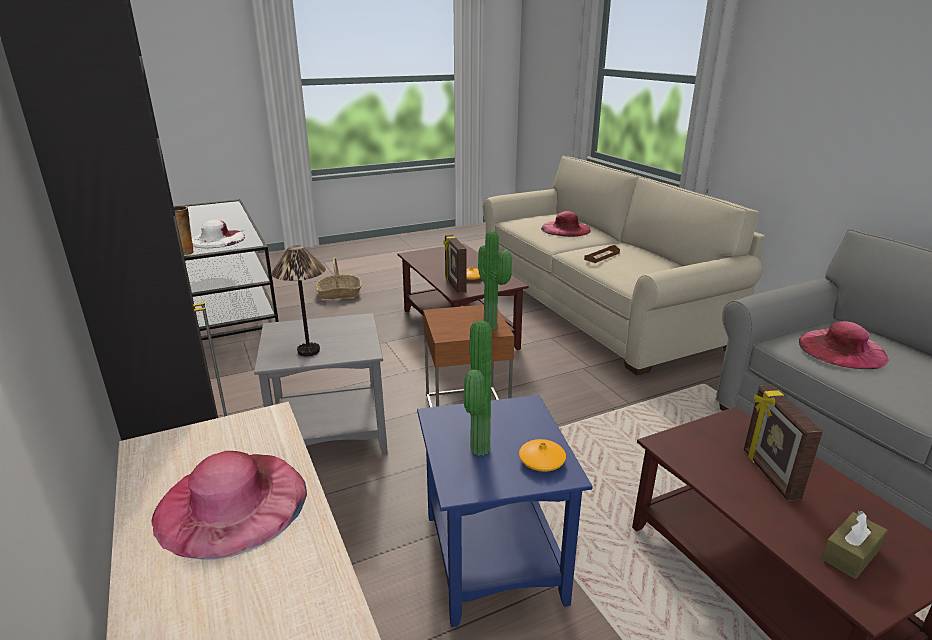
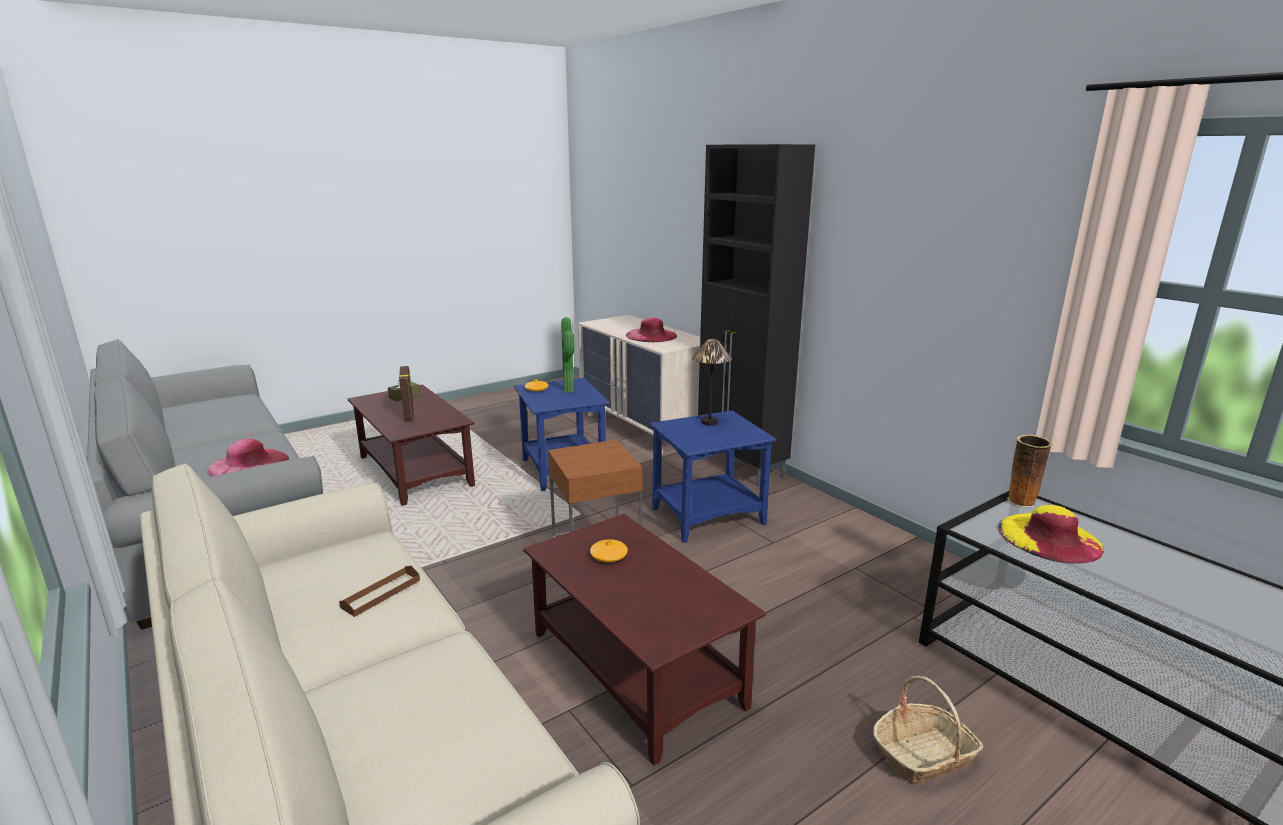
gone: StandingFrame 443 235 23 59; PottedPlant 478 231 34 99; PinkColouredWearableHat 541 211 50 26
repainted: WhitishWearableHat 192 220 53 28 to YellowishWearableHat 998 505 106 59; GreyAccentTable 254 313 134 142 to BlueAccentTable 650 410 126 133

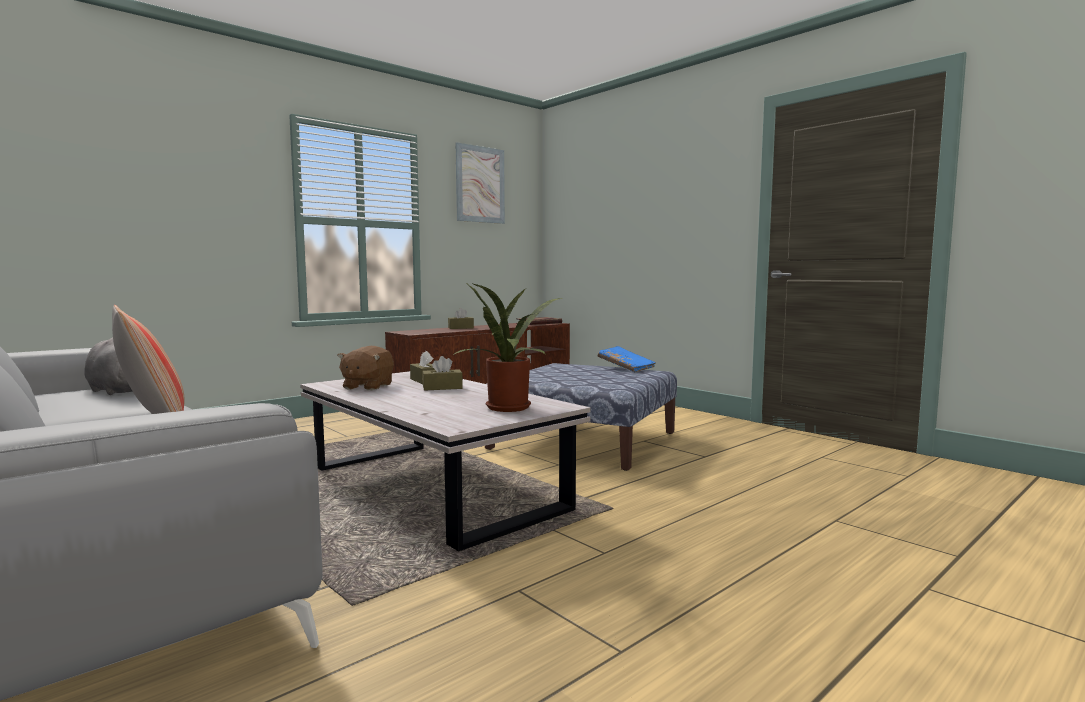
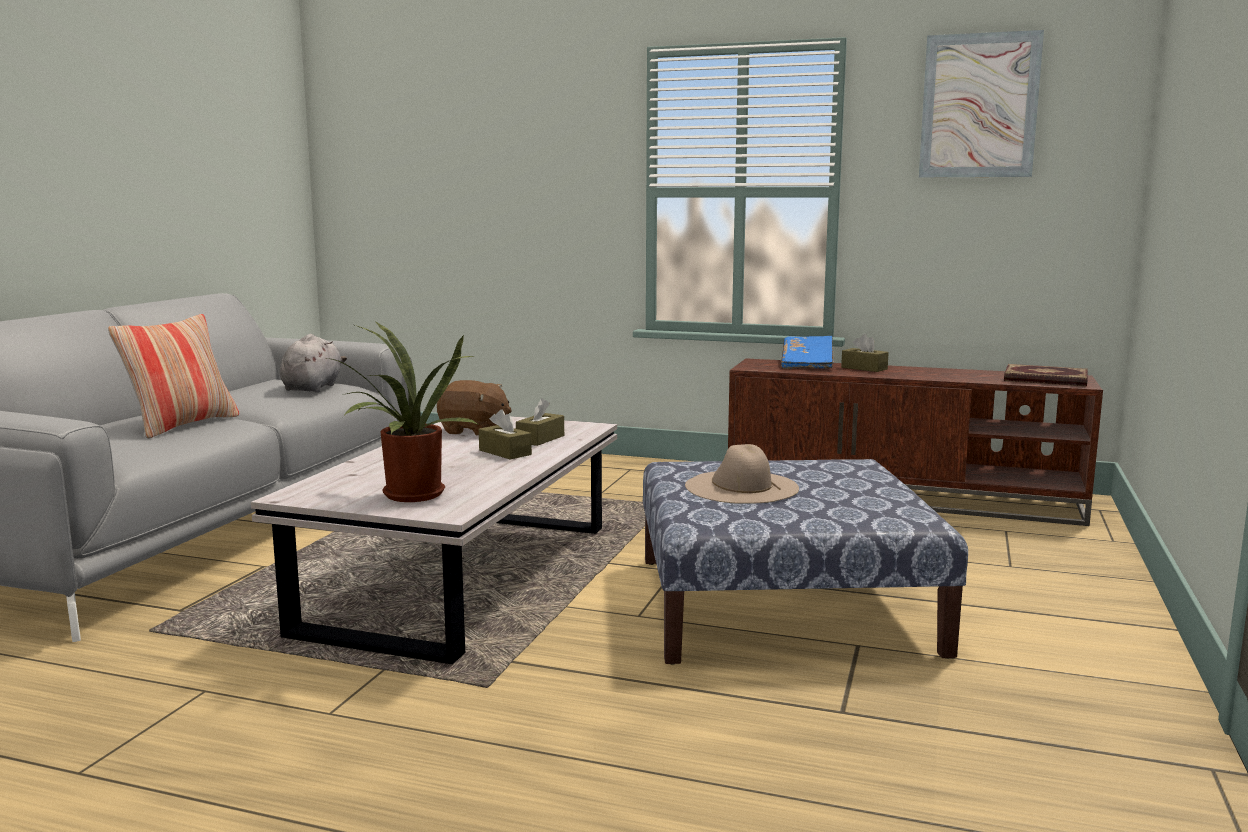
new: SandColouredWearableHat 685 444 114 60
shifted: BlueBoundBook 597 346 59 27 to 781 336 53 33
rotated: BrownColouredPlushToy 337 346 57 44 = 437 380 75 56 150 degrees counterclockwise

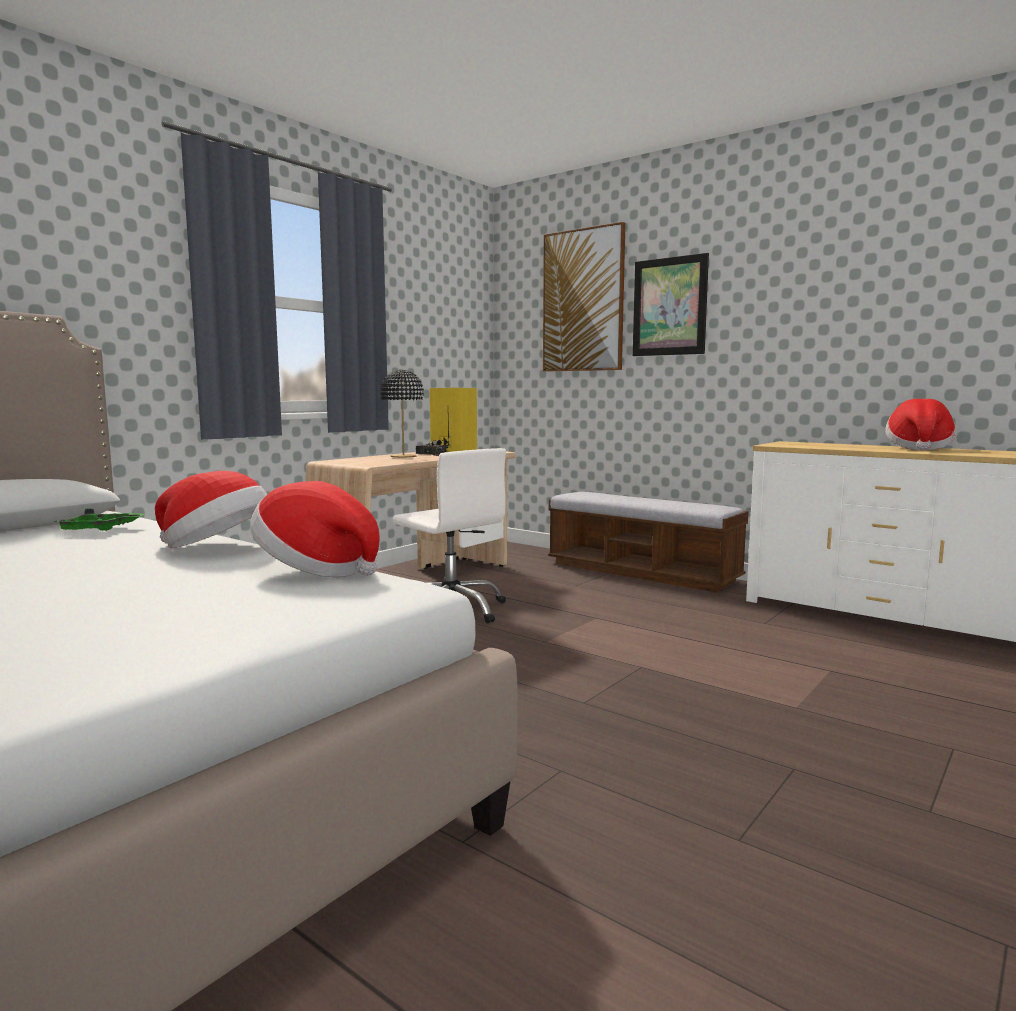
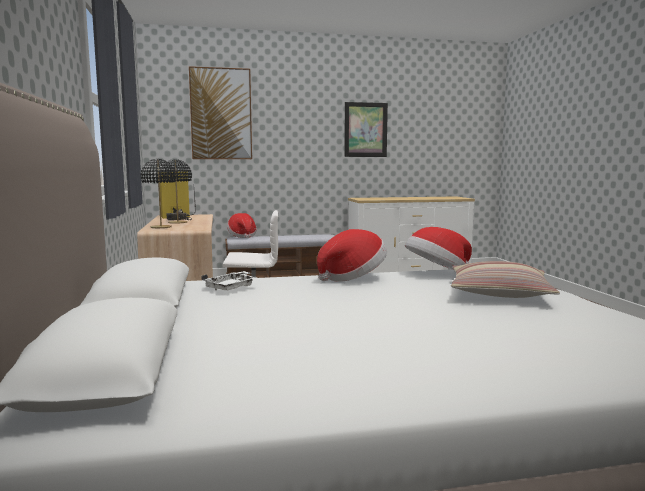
new: BlackColouredLampForATable 140 159 36 69; Pillow 451 261 109 37
shifted: Picture 633 253 76 103 to 344 102 44 55; WearableHat 885 399 71 51 to 227 213 30 25
repainted: GreenishTray 54 508 91 23 to WhitishTray 201 271 56 20

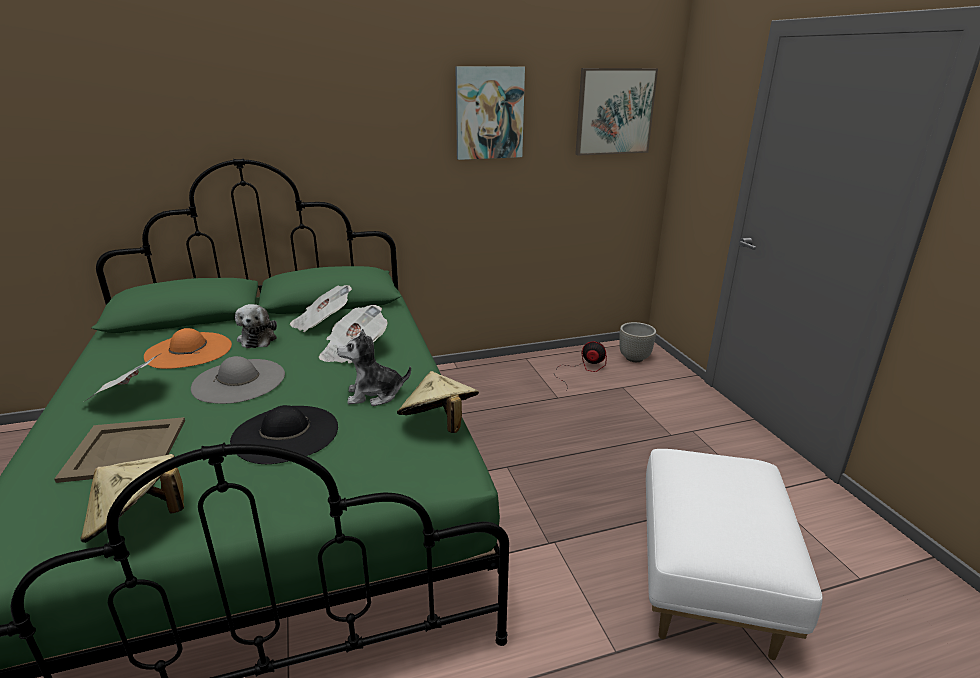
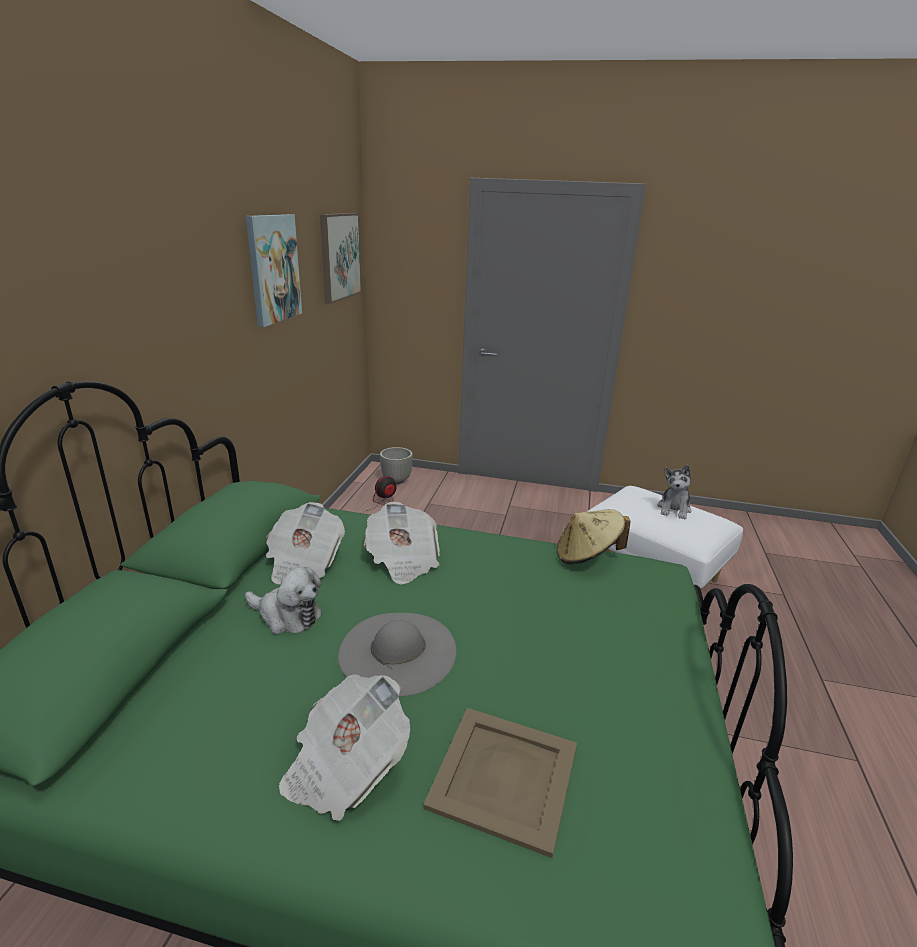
gone: SandColouredWearableHat 80 454 104 89; OrangeColouredWearableHat 144 328 88 41; BlackColouredWearableHat 230 405 108 59
shifted: PlushToy 337 329 74 77 to 657 465 35 54

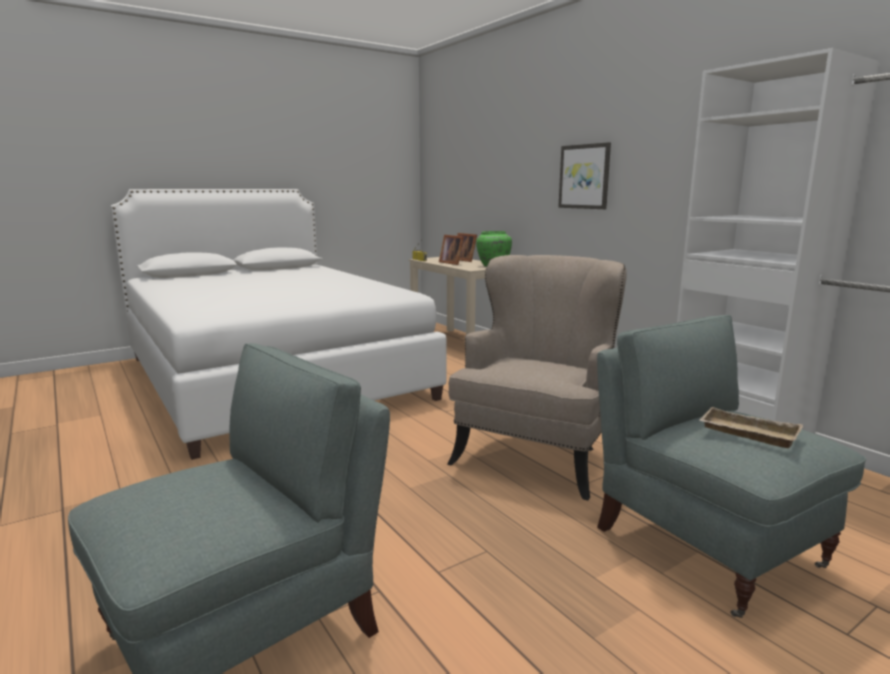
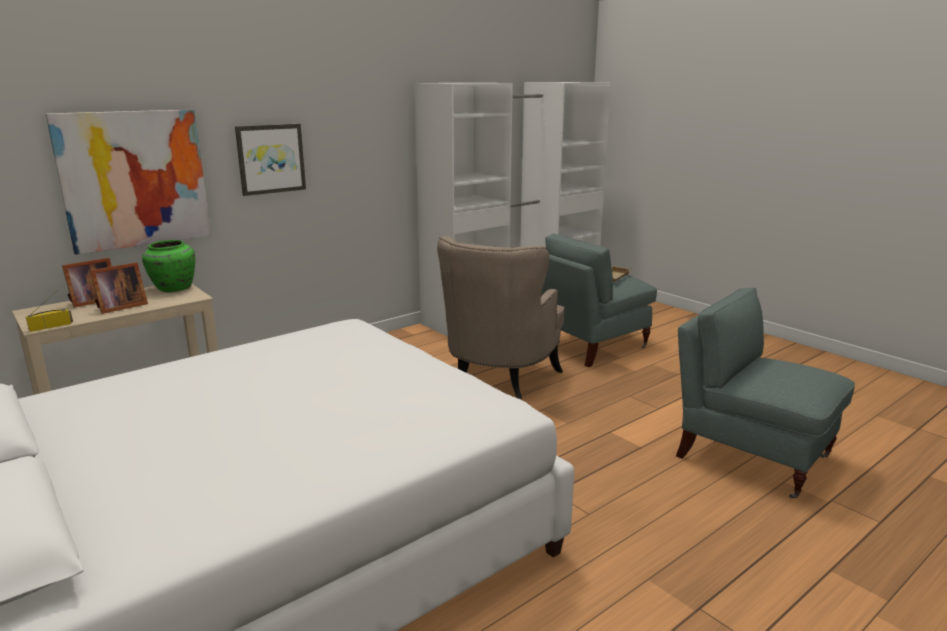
new: Picture 46 109 165 146
rotated: SandColouredArmchair 447 255 180 245 = 437 236 128 163 90 degrees counterclockwise

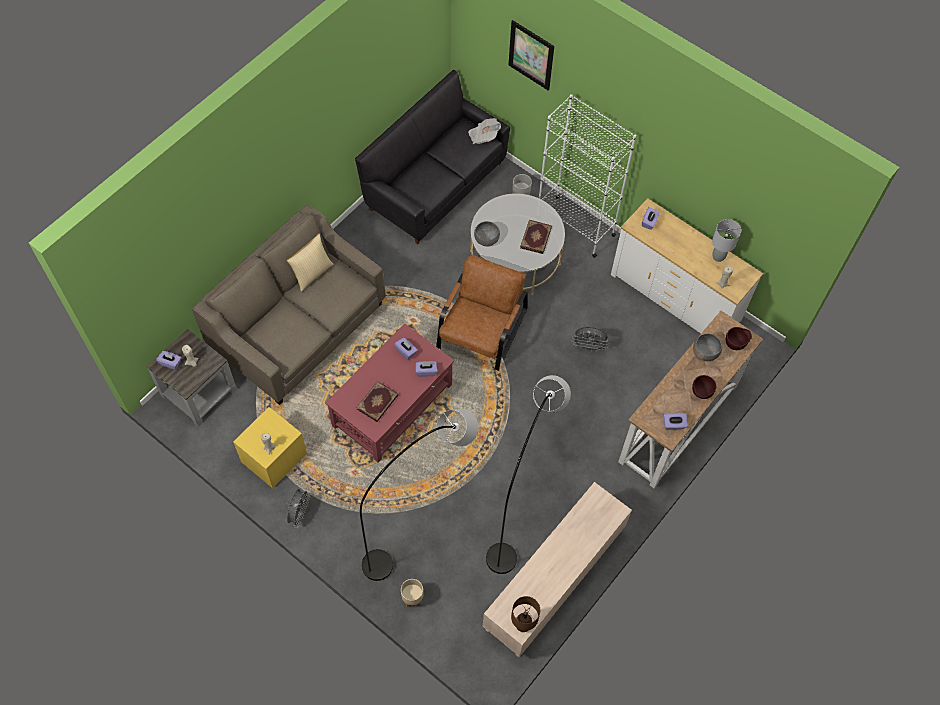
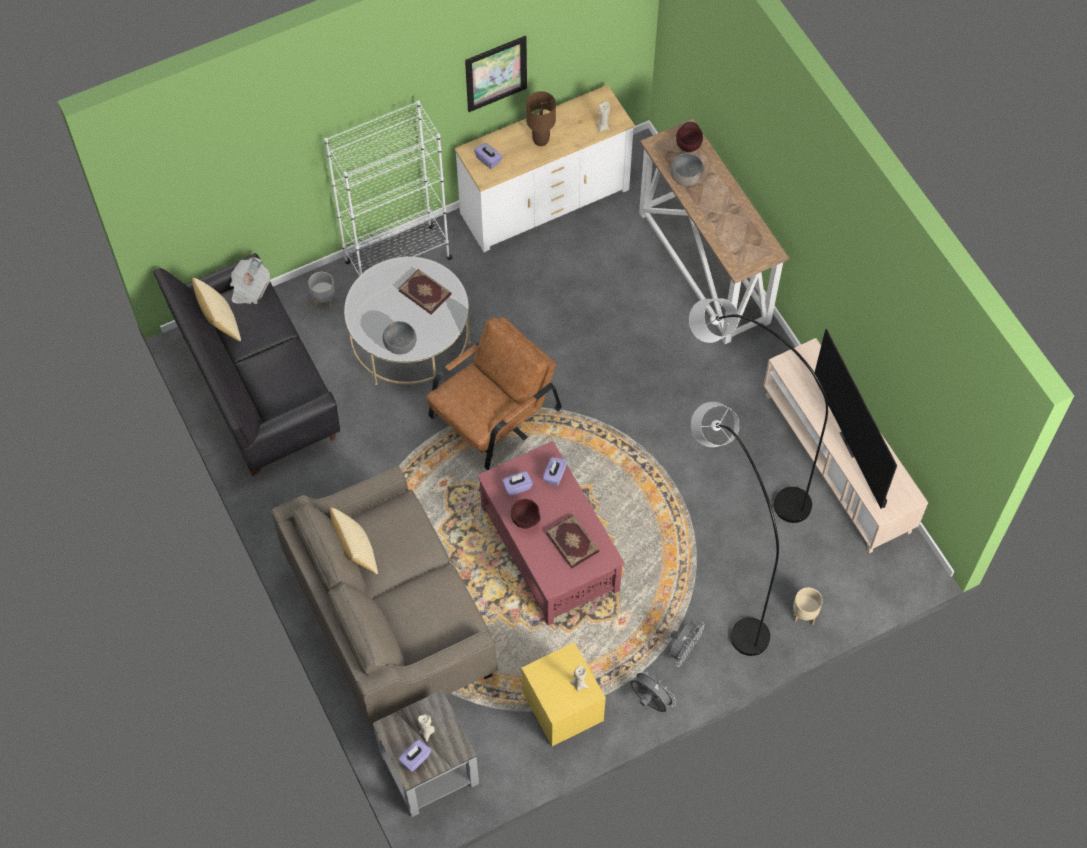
gone: PurplishTissueBox 664 413 23 17; GreyLampForATable 712 219 29 43
new: Pillow 192 278 49 63; Television 814 329 83 180
shifted: Picture 508 20 46 71 to 465 36 62 76; BrownColouredLampForATable 511 596 29 36 to 526 91 30 55; GreyCoolingFan 572 327 37 24 to 669 619 36 48; BrownColouredServingBowl 692 375 24 24 to 511 499 29 30
rotated: BrownColouredArmchair 436 255 92 116 = 427 317 134 153 90 degrees clockwise

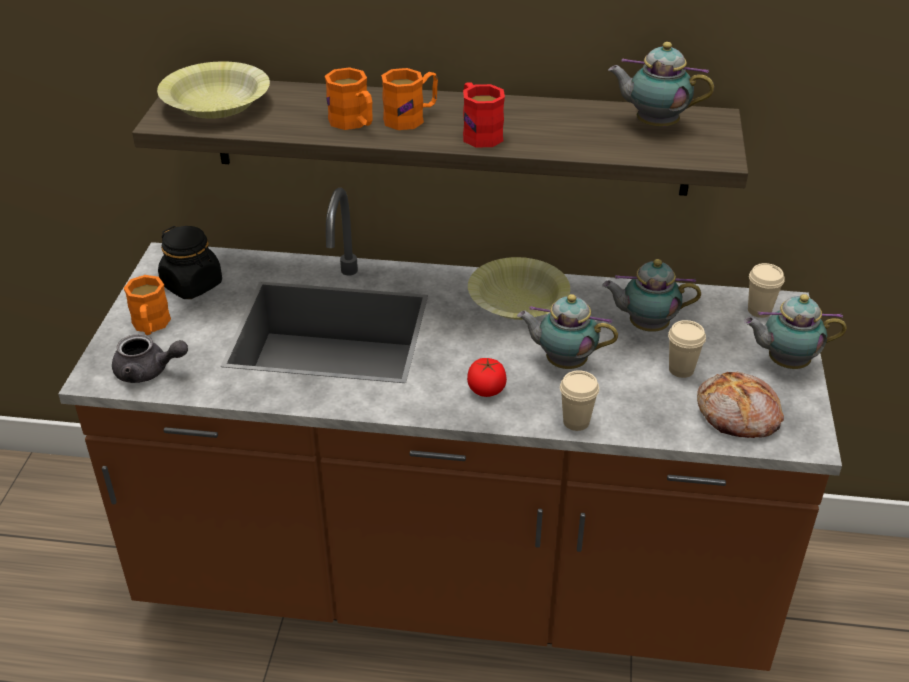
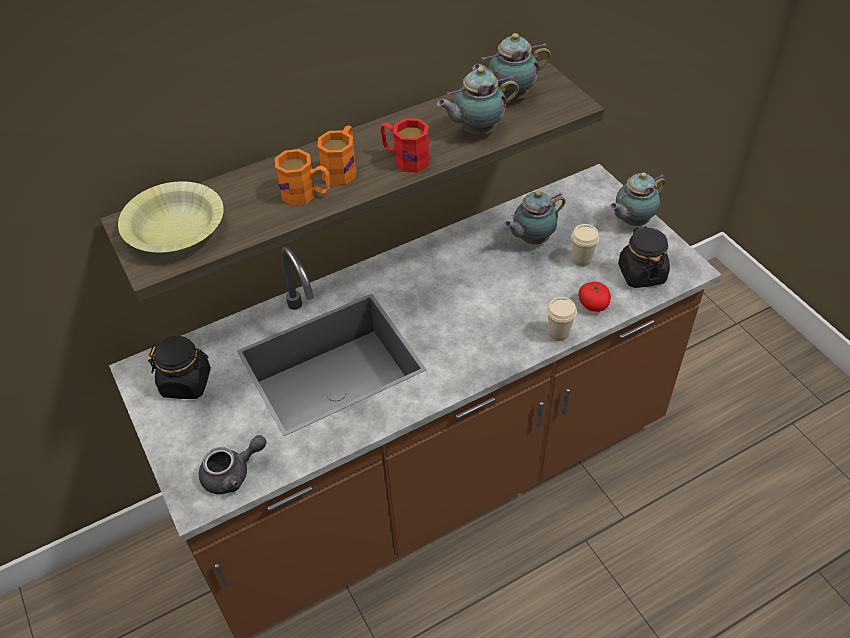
gone: OrangeColouredMug 124 275 47 60; YellowishServingBowl 468 257 102 63; SandColouredCup 748 263 37 55
shifted: Tomato 467 358 40 39 to 578 282 33 30; Teapot 517 294 101 75 to 437 67 82 68
swapped: BakeryBread 697 372 87 66 to BlackColouredStorageJar 618 226 52 62

